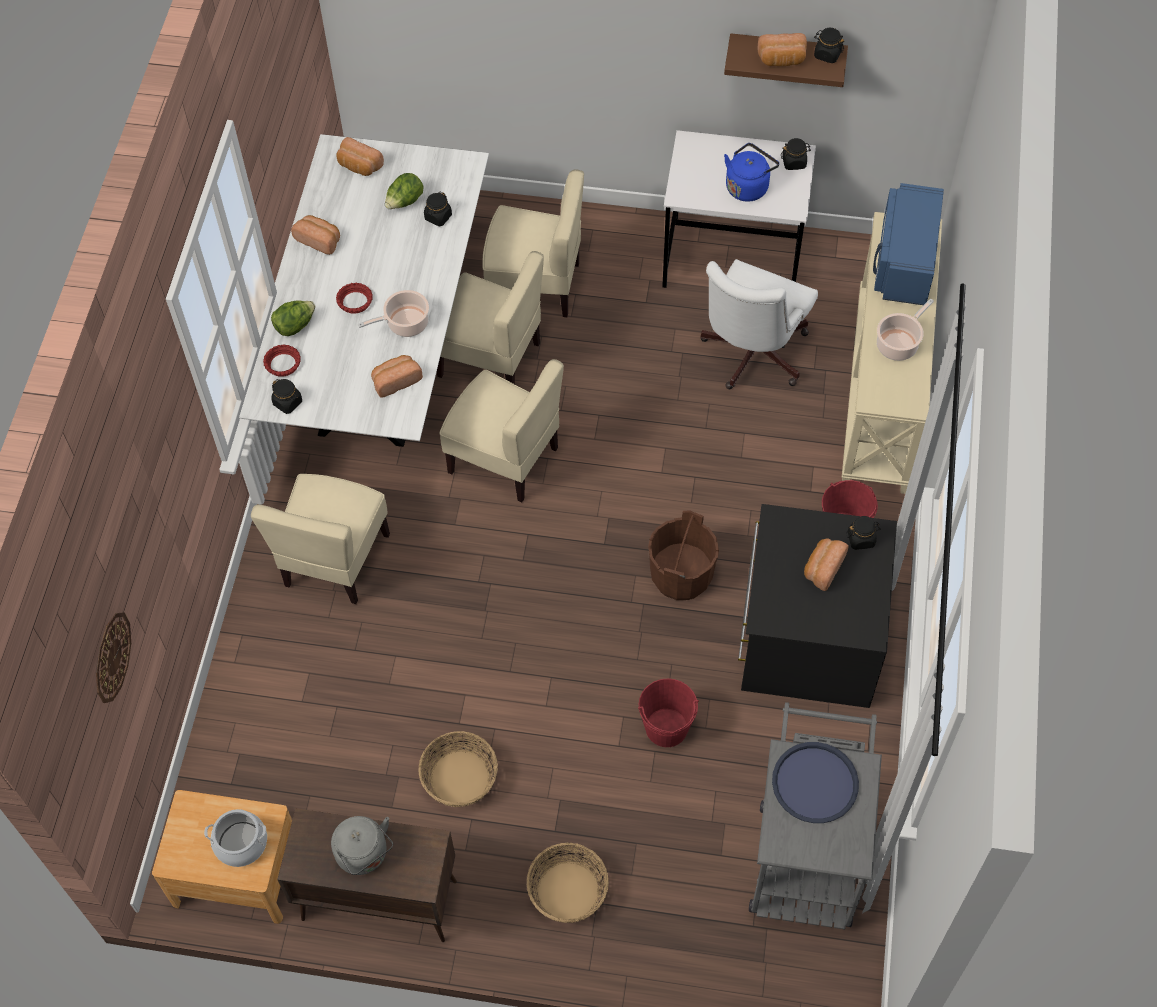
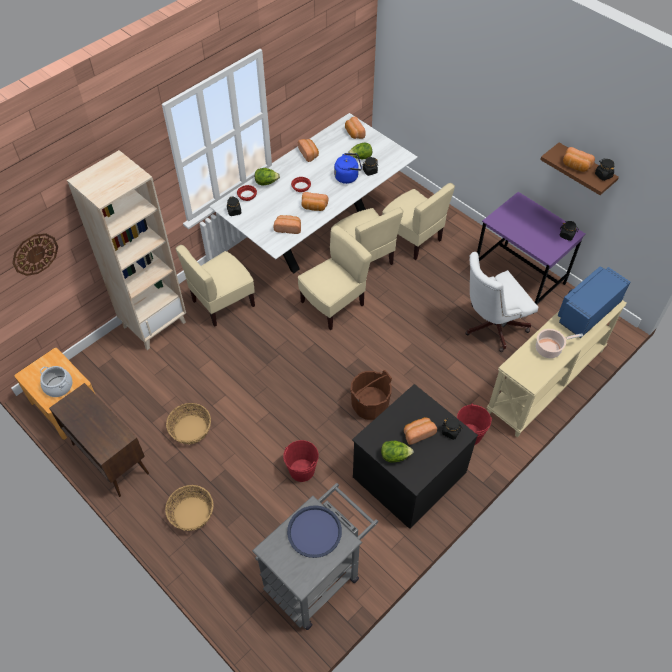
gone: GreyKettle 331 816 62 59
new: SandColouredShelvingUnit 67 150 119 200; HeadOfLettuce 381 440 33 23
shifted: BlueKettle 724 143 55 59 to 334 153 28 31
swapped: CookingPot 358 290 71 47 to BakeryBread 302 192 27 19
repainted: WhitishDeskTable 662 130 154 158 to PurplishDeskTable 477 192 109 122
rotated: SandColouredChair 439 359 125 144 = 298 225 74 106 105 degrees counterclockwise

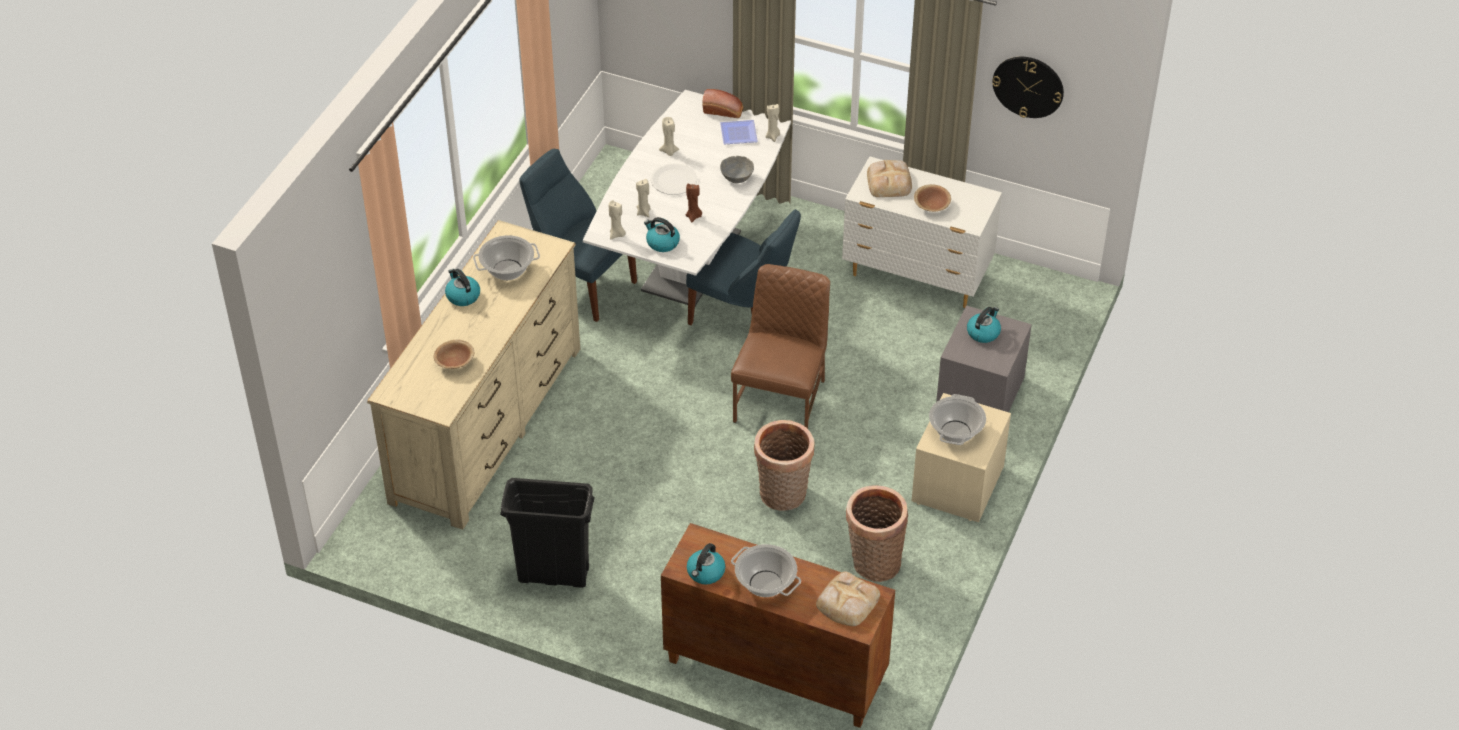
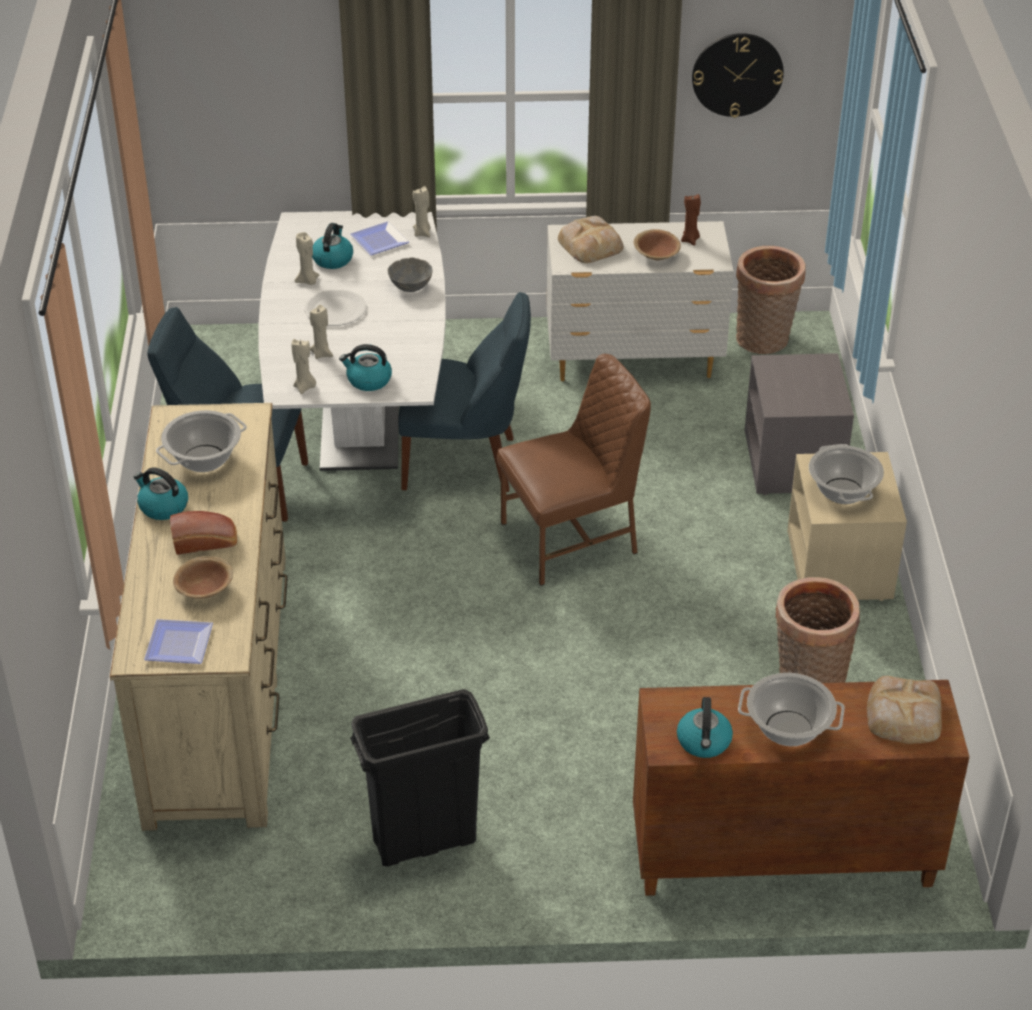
new: DinnerPlate 144 619 69 45
shifted: BrownColouredWaxCandle 686 184 16 39 to 681 194 20 51; BakeryBread 702 89 41 29 to 170 511 67 44; StorageBasket 754 420 61 91 to 736 246 70 108; Kettle 967 307 34 36 to 312 223 41 46
rotated: BrownColouredChair 731 264 99 165 = 497 354 154 232 75 degrees clockwise

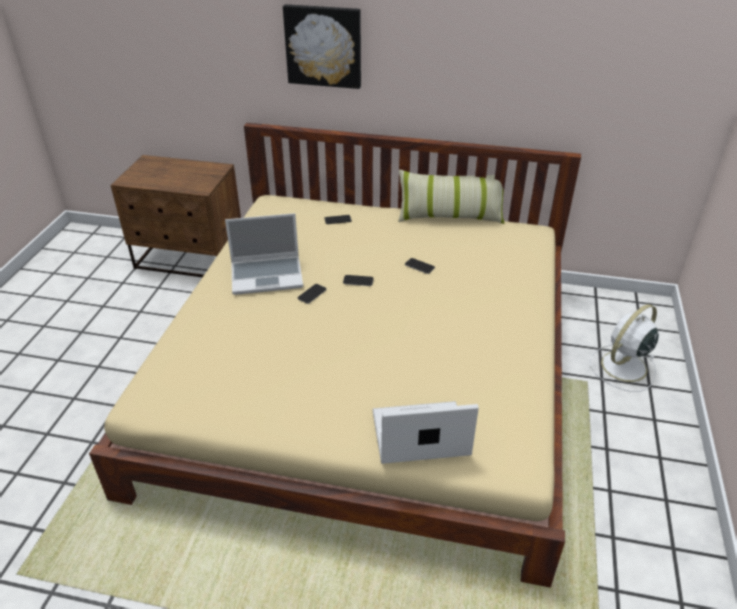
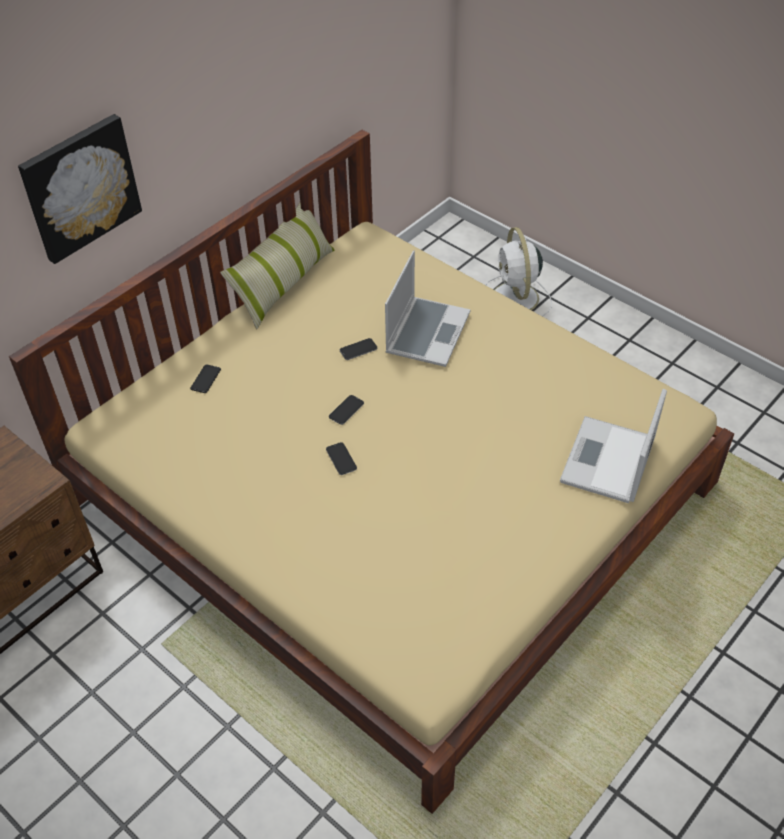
shifted: Laptop 225 213 78 82 to 385 250 85 117

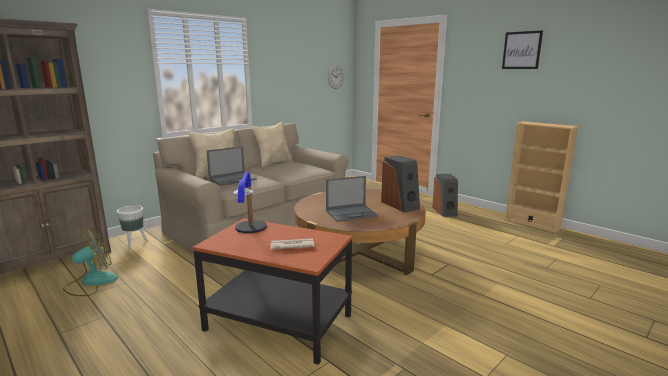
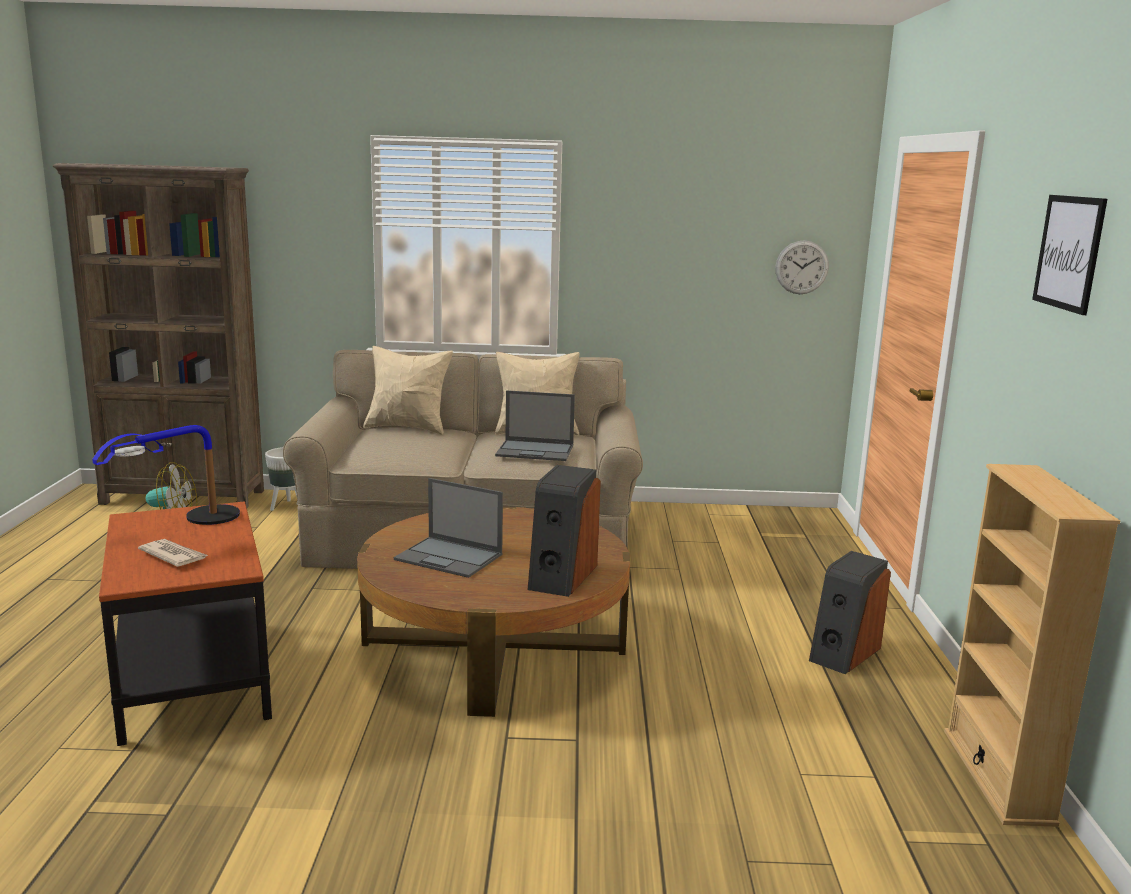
shifted: Laptop 206 146 51 40 to 495 390 80 71

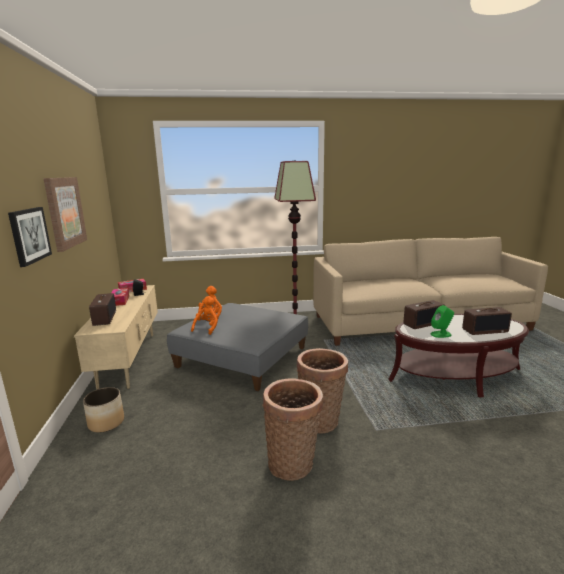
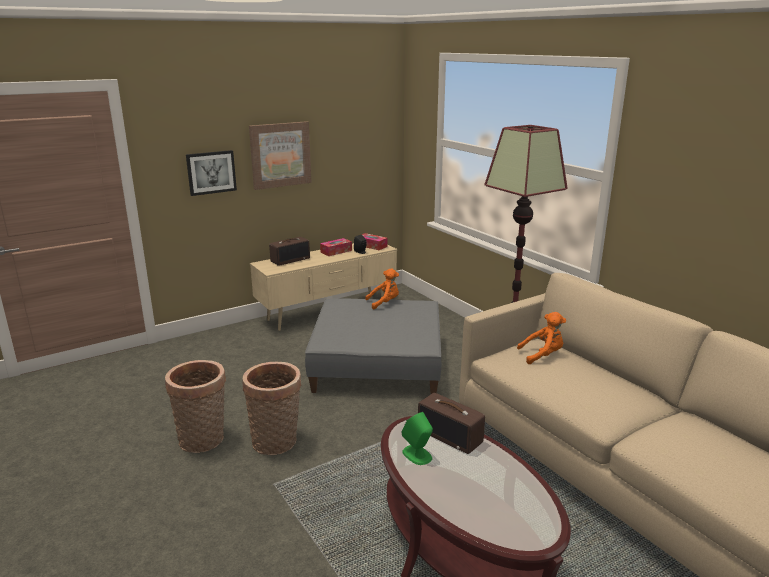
gone: FlowerPot 83 387 41 46; RadioSet 462 307 50 28
shifted: OrangeColouredPlushToy 191 296 27 39 to 517 312 49 52

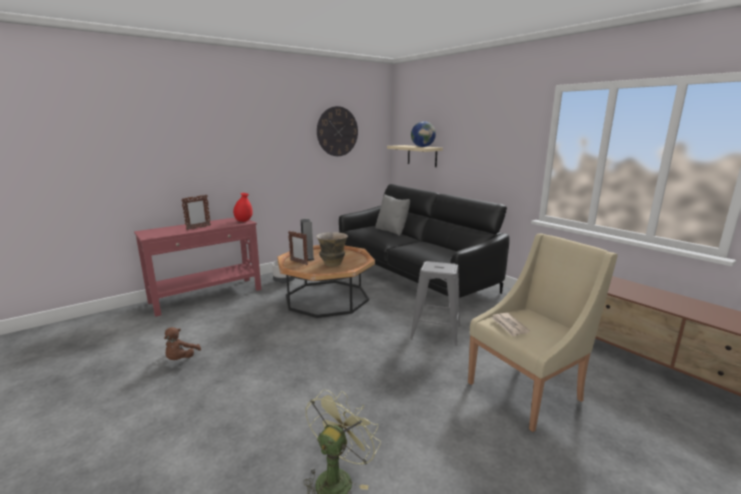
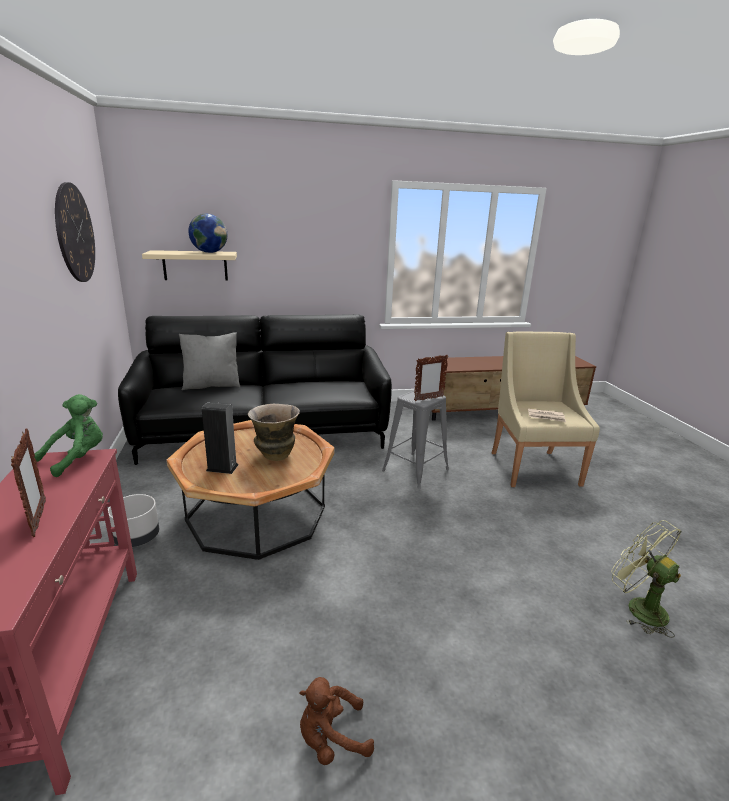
shifted: StandingFrame 288 231 20 34 to 414 354 34 47
swapped: RedColouredVase 233 193 20 29 to GreenishPlushToy 34 394 69 83
rotated: BrownColouredPlushToy 164 327 37 33 = 300 677 74 88 135 degrees clockwise

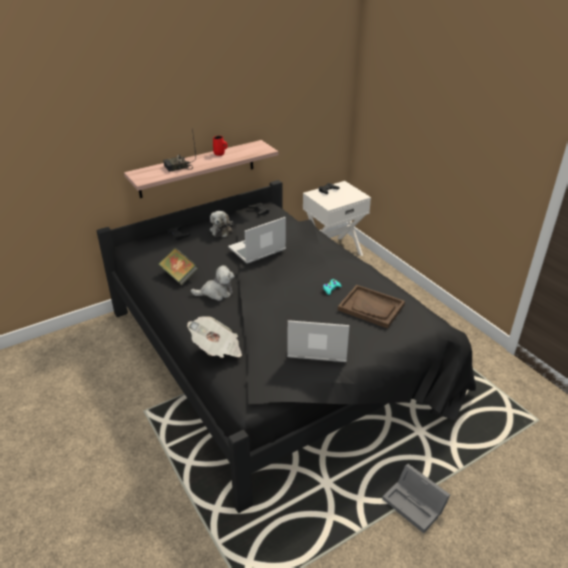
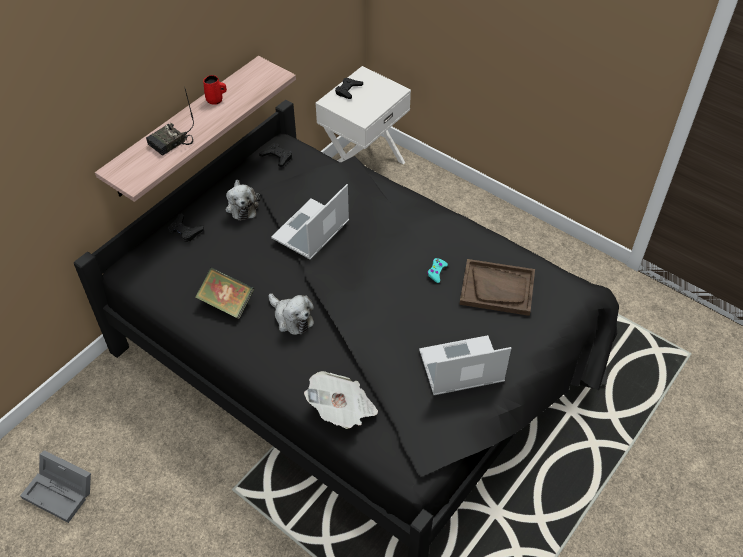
shifted: GreyStorageBox 382 464 68 69 to 20 450 71 73
rotated: PlushToy 191 265 44 36 = 269 294 45 41 75 degrees clockwise

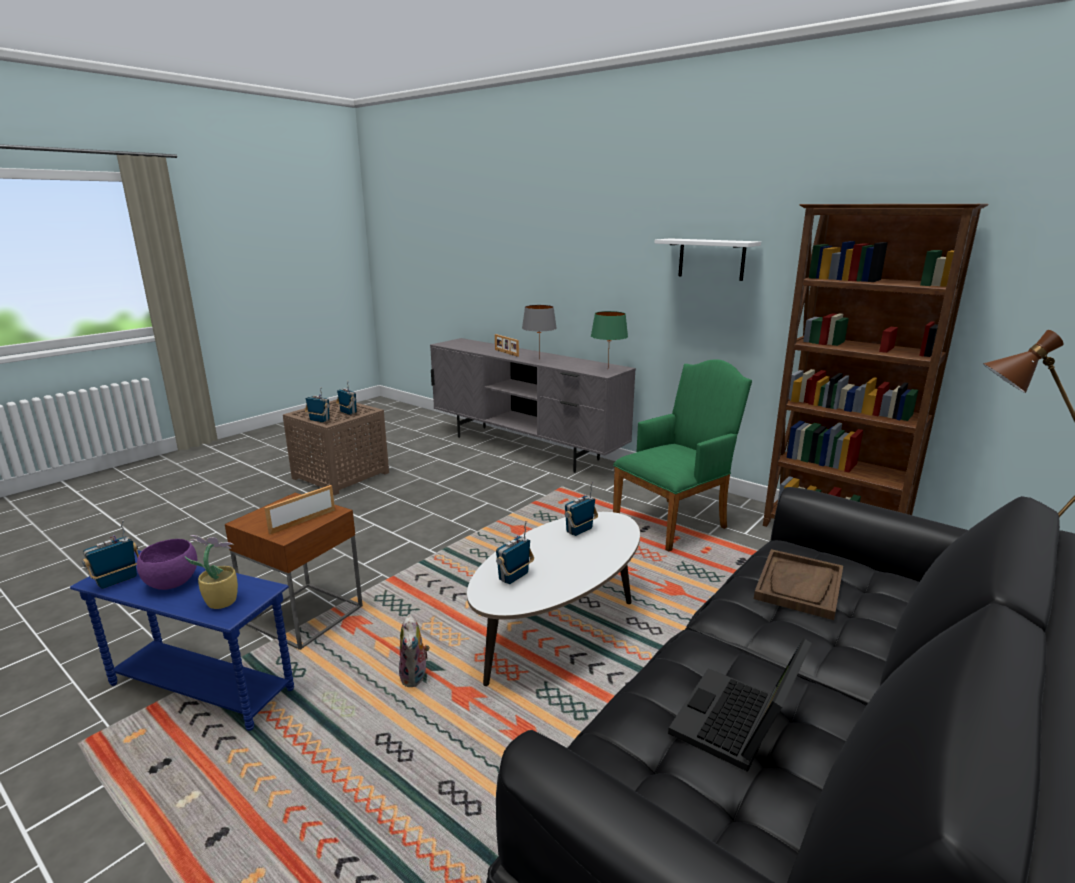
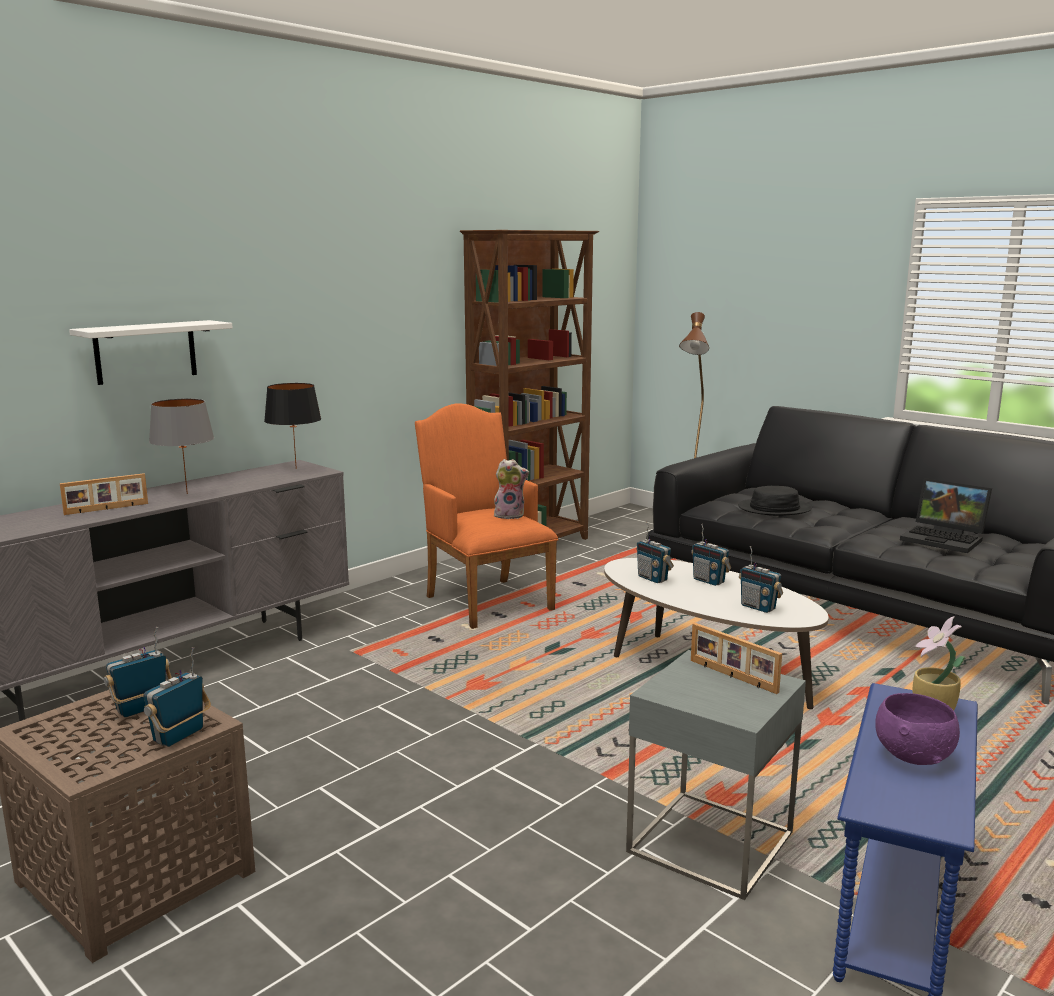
shifted: RadioSet 82 520 57 69 to 691 524 40 62; PlushToy 399 614 31 73 to 494 459 35 60; WhitishBracketShelf 654 238 107 43 to 69 320 164 65
swapped: BrownColouredTray 754 549 89 71 to BlackColouredWearableHat 738 486 74 30
repainted: BrownColouredAccentTable 225 493 138 157 to GreyAccentTable 626 650 180 250; GreenishLampForATable 591 311 37 54 to BlackColouredLampForATable 264 383 57 86; GreenishArmchair 613 359 139 193 to OrangeColouredArmchair 415 403 143 226

